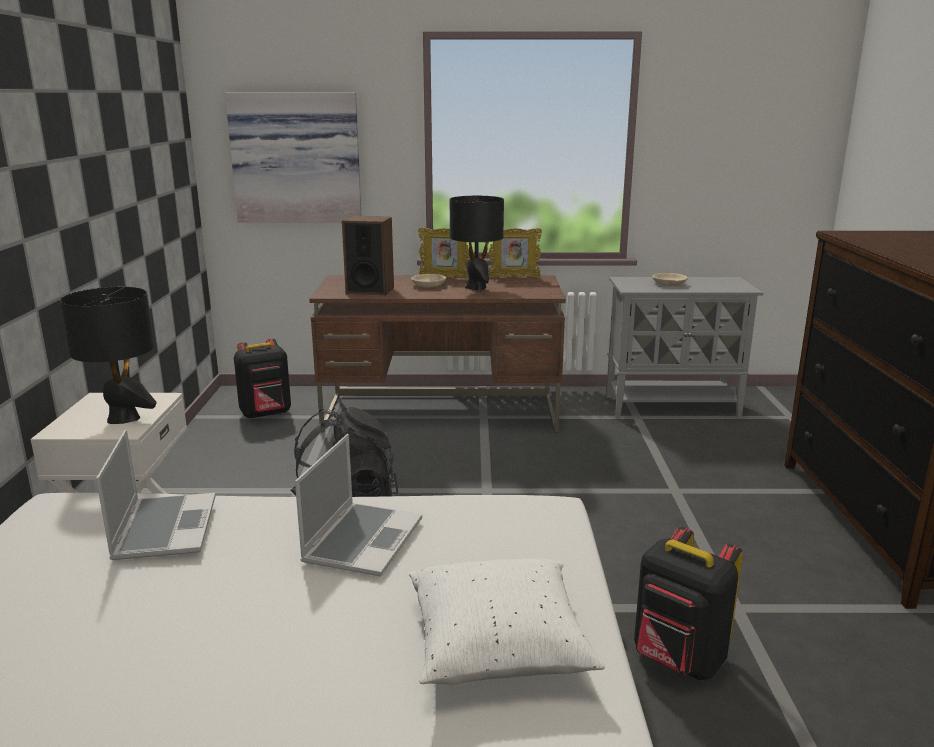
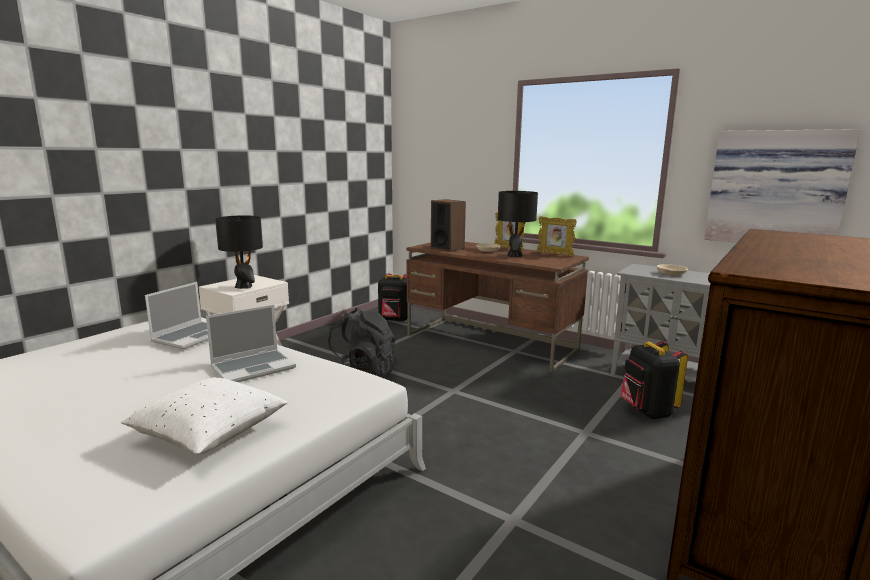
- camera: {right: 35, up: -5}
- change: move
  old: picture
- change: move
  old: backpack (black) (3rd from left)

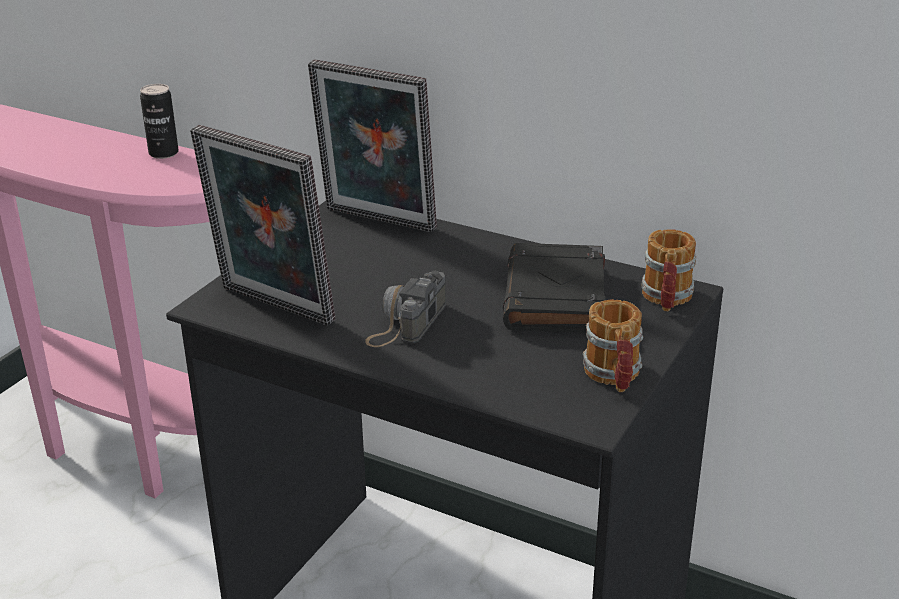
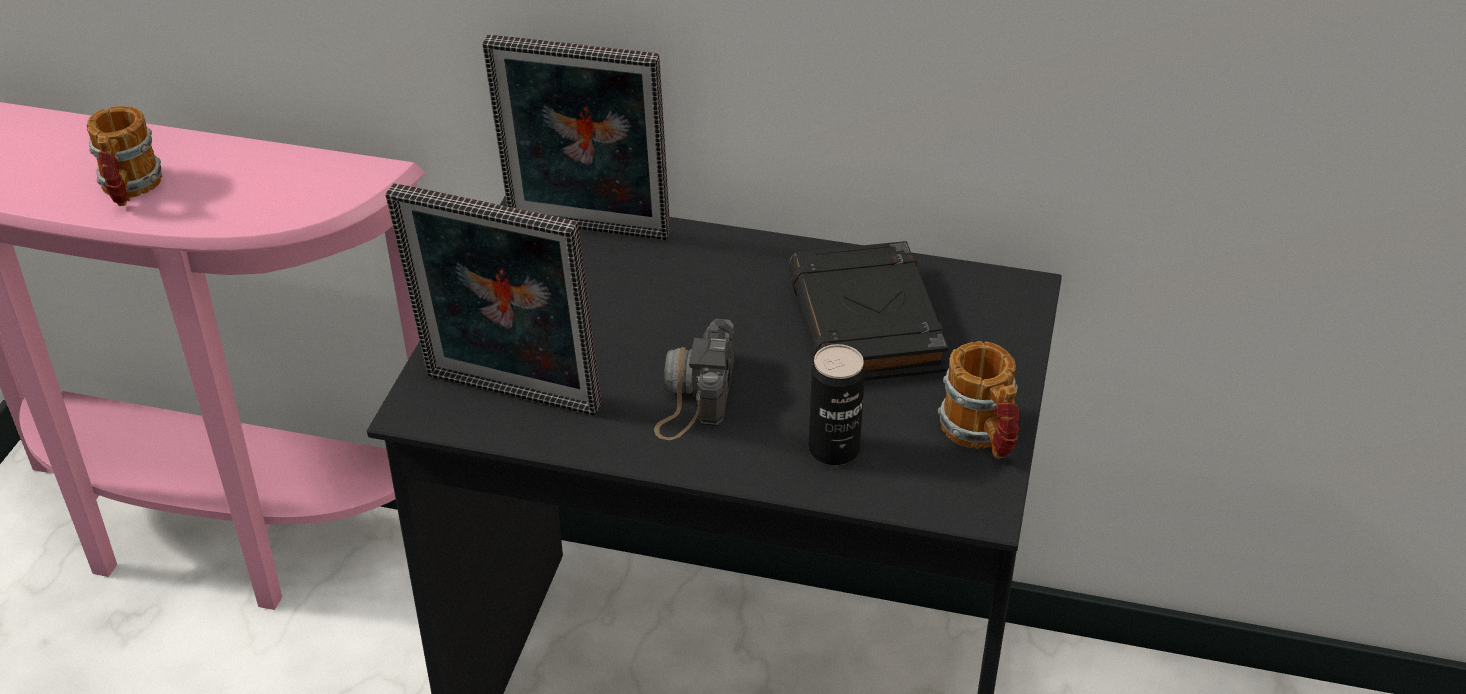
- camera: {right: -15, up: 10}
- change: move
  old: can
- change: move
  old: mug (2nd from left in the first image)
  new: mug (1st from left)

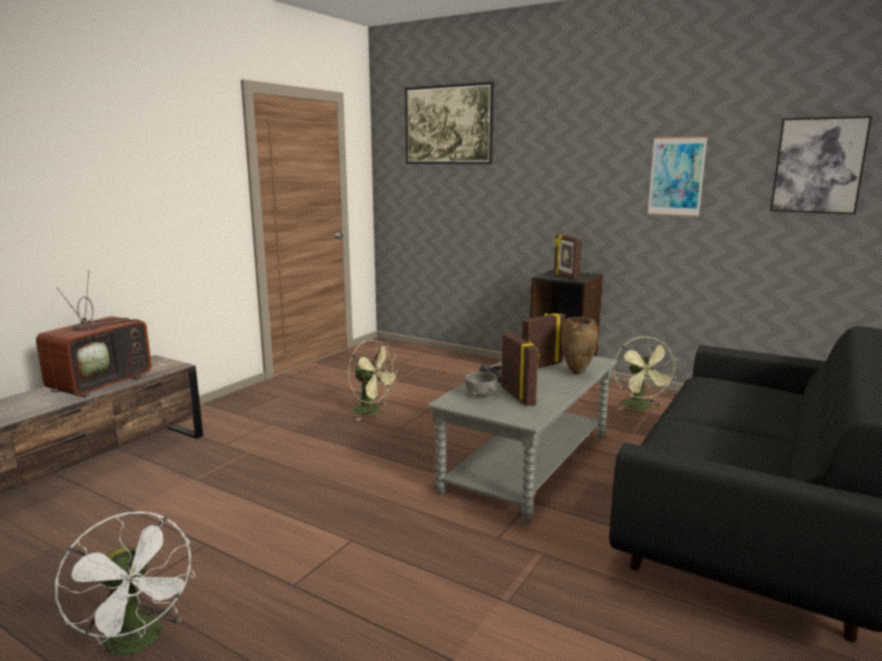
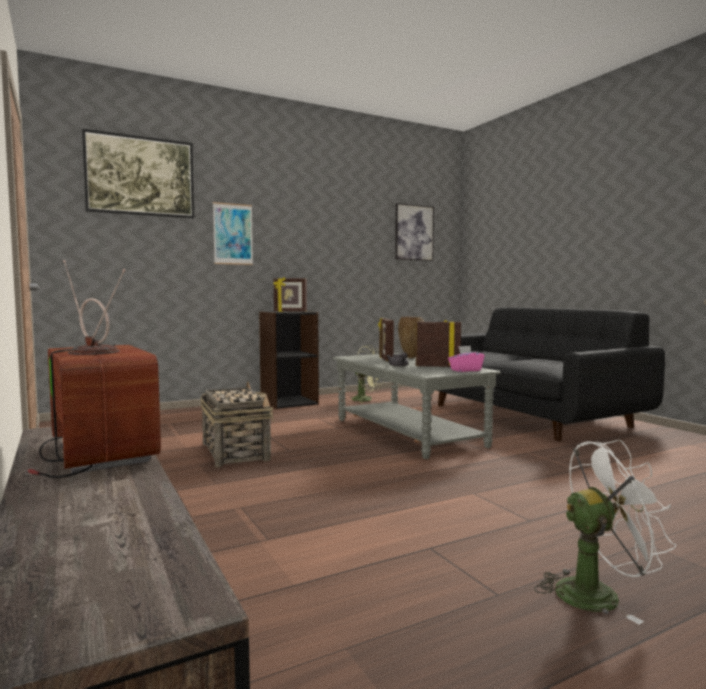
- camera: {right: -60, up: -10}
- change: delete
  old: bowl (grey)
- change: insert
  new: tissue box (pink)
- change: move
  old: picture (2nd from left)
- change: replace
  old: fan (green) (1st from left)
  new: basket

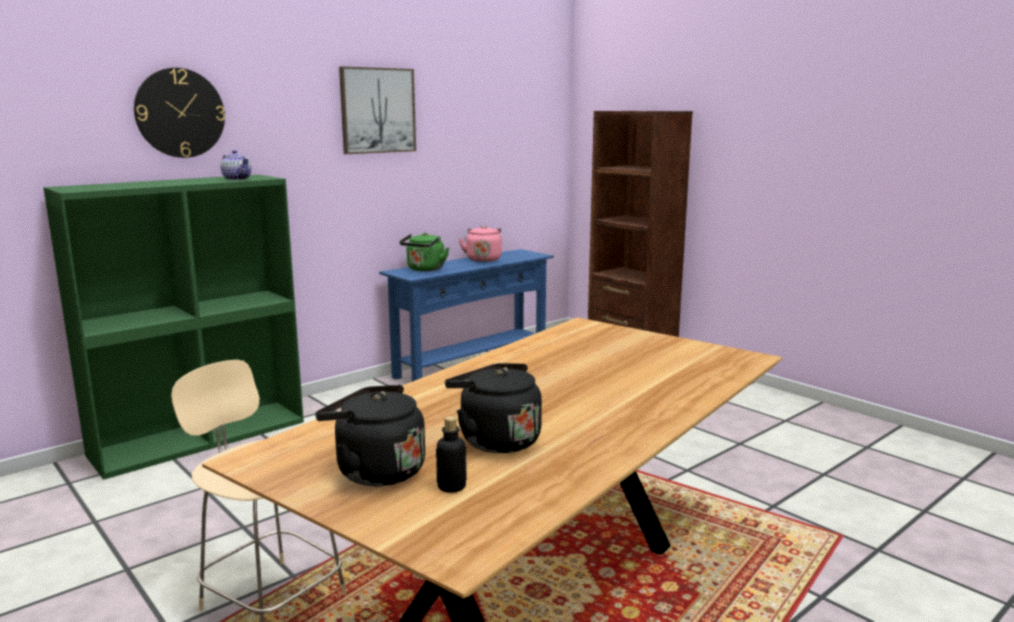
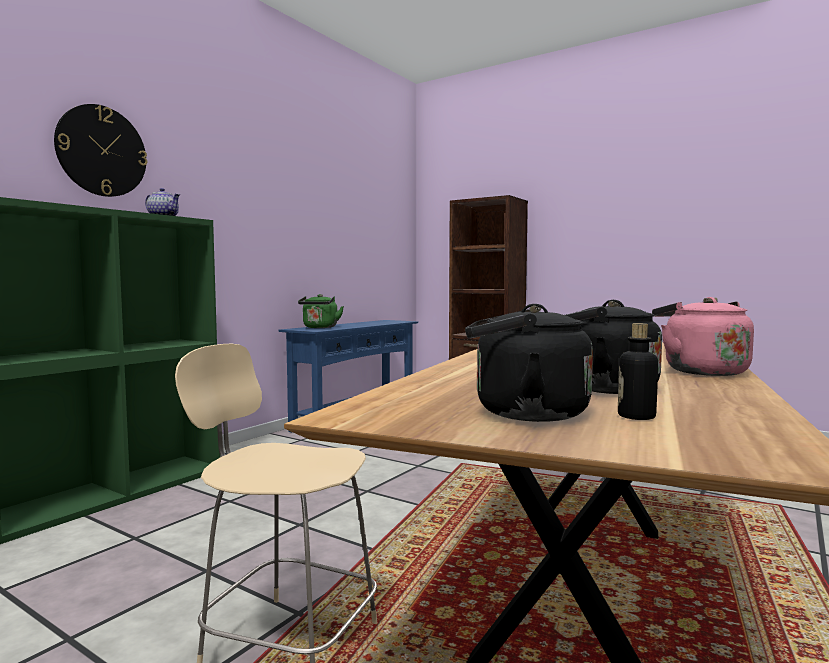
- camera: {right: -15, up: -10}
- change: delete
  old: picture
- change: move
  old: kettle (pink)

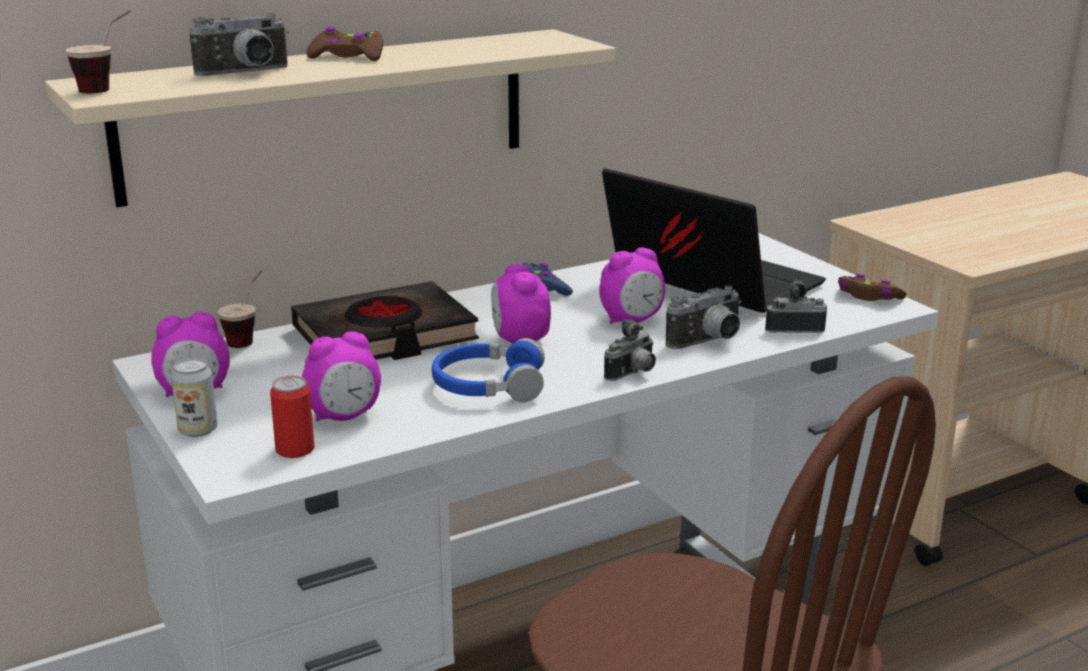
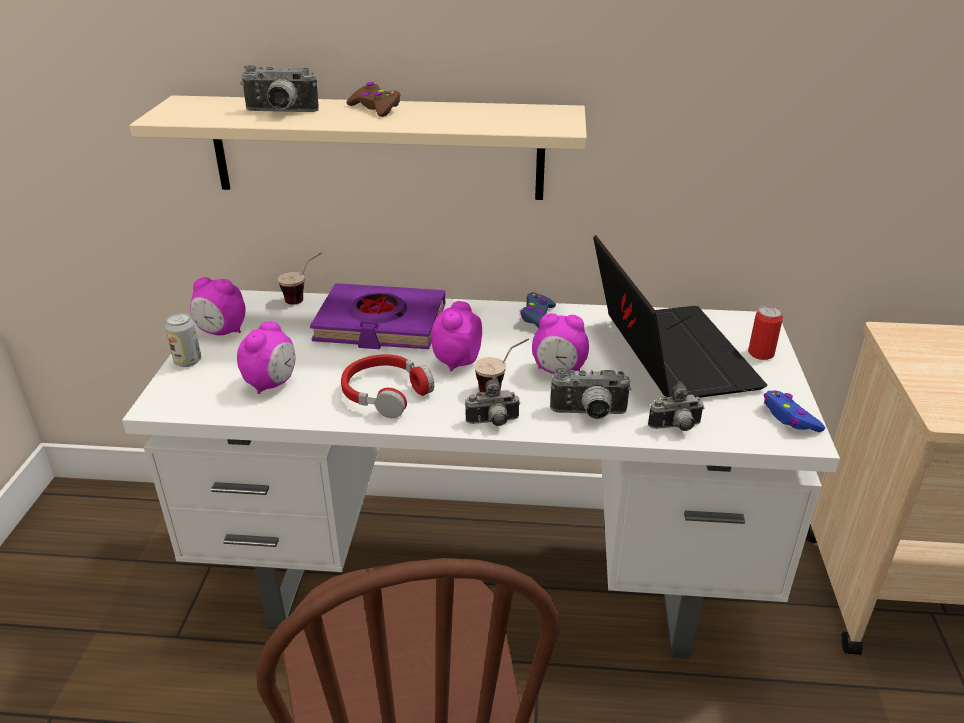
- camera: {right: 35, up: 10}
- change: move
  old: cup (1st from left in the first image)
  new: cup (2nd from left)
- change: move
  old: can (2nd from left)
- change: recolor
  old: book (black)
  new: book (purple)
- change: recolor
  old: headphones (blue)
  new: headphones (red)
- change: recolor
  old: game controller (brown) (2nd from left)
  new: game controller (blue) (2nd from left)
- change: rotate
  old: alarm clock (2nd from left)
  degrees: -75
- change: rotate
  old: photo camera (4th from left)
  degrees: 135

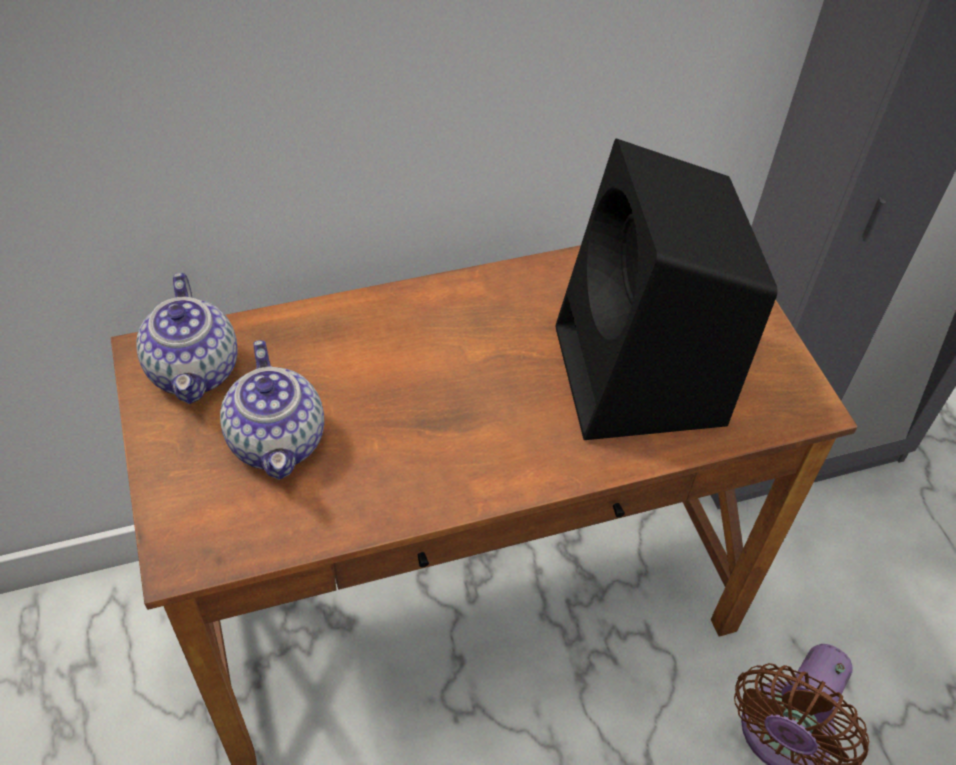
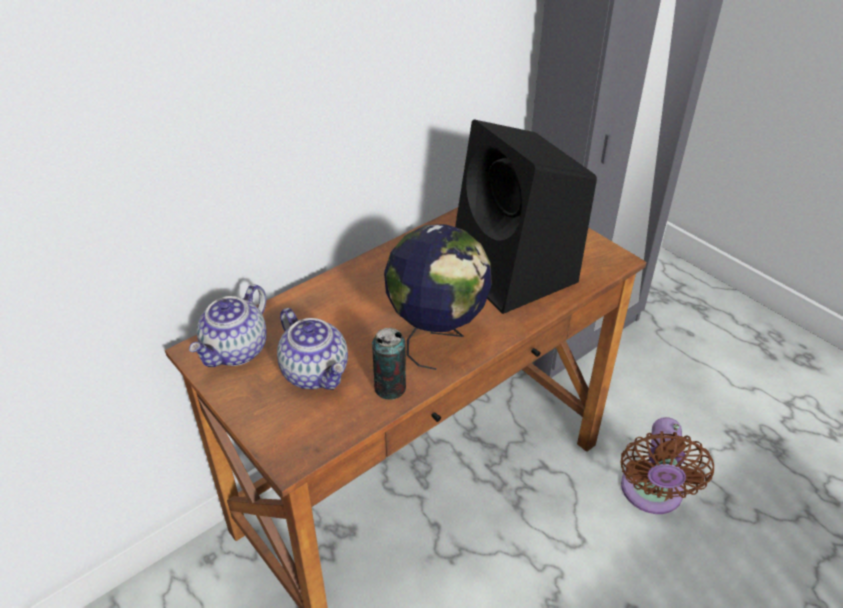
- camera: {right: -20, up: -10}
- change: insert
  new: can
- change: insert
  new: globe
- change: rotate
  old: teapot (1st from left)
  degrees: 60

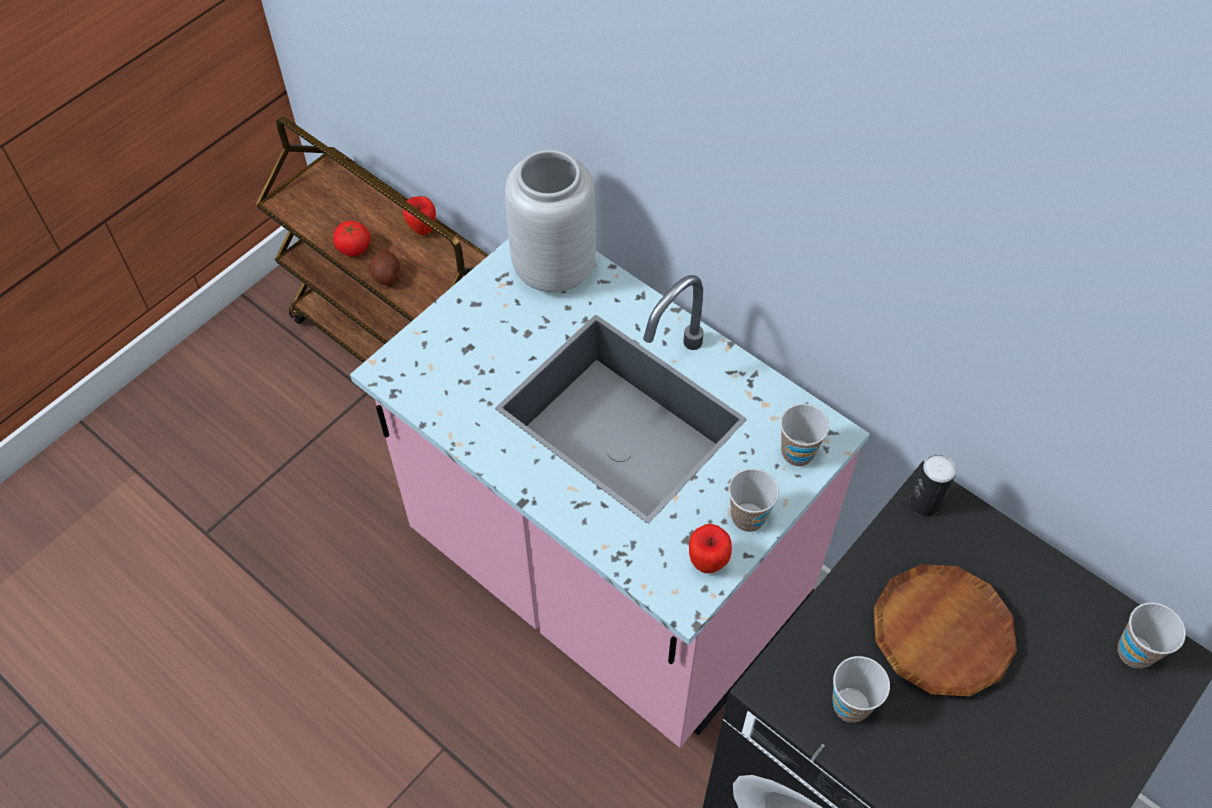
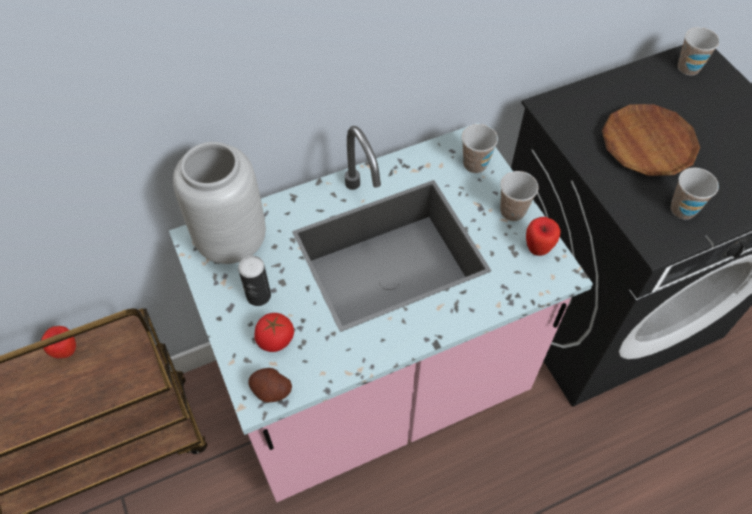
- camera: {right: -65, up: 0}
- change: move
  old: tomato
- change: move
  old: potato
- change: move
  old: can

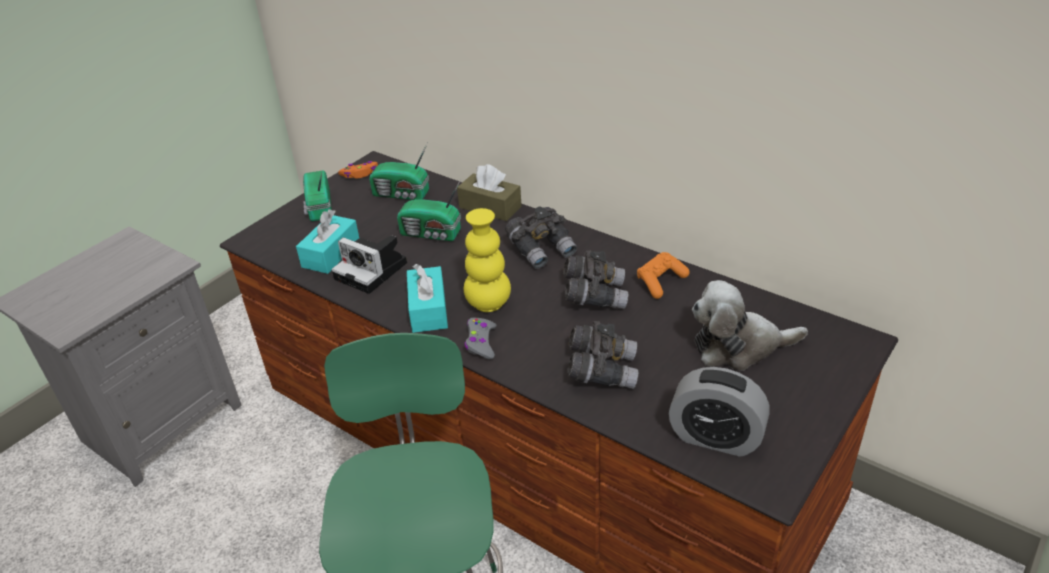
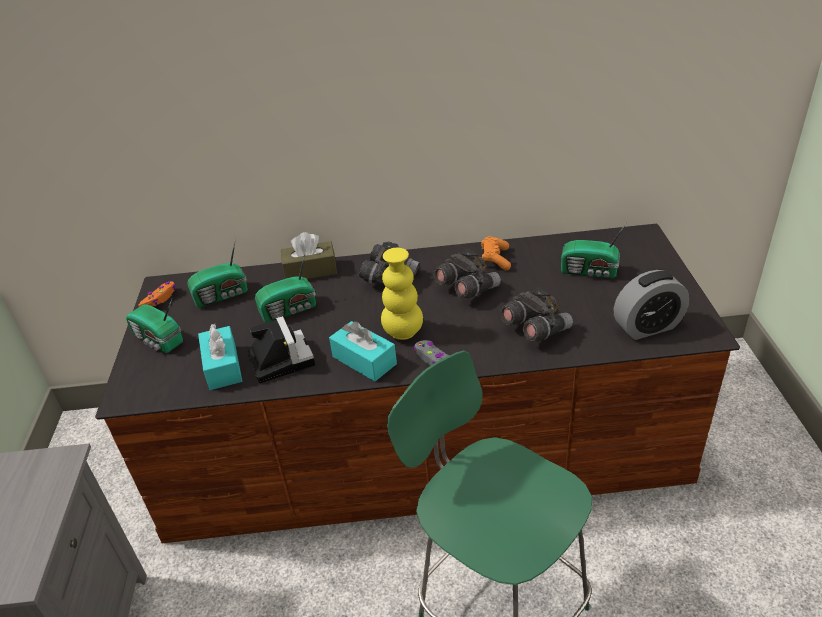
- camera: {right: -40, up: 0}
- change: replace
  old: plush toy
  new: radio (4th from left)
- change: rotate
  old: photo camera
  degrees: -105

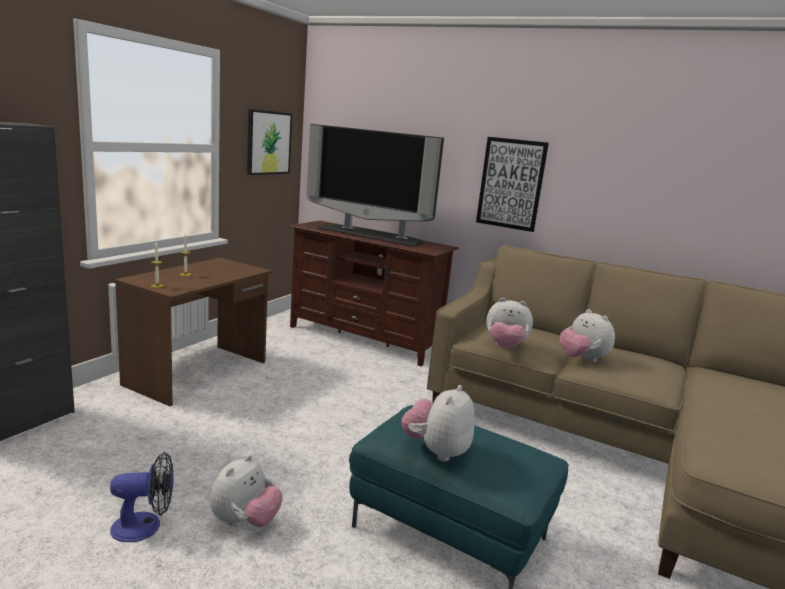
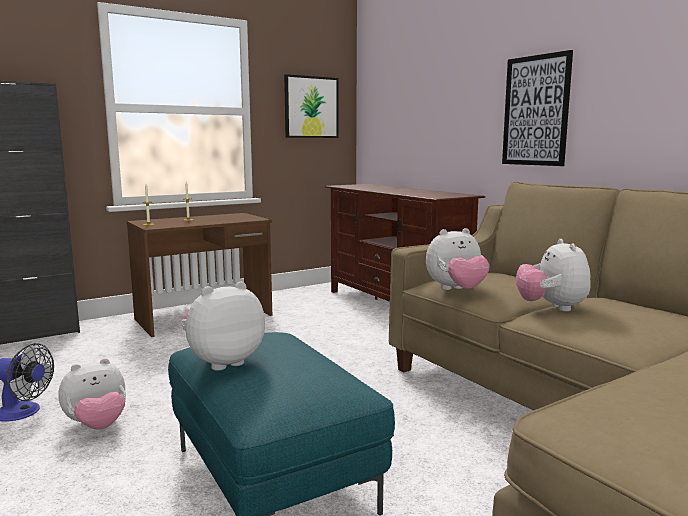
- camera: {right: 30, up: -5}
- change: delete
  old: television
- change: rotate
  old: plush toy (3rd from left)
  degrees: -60

